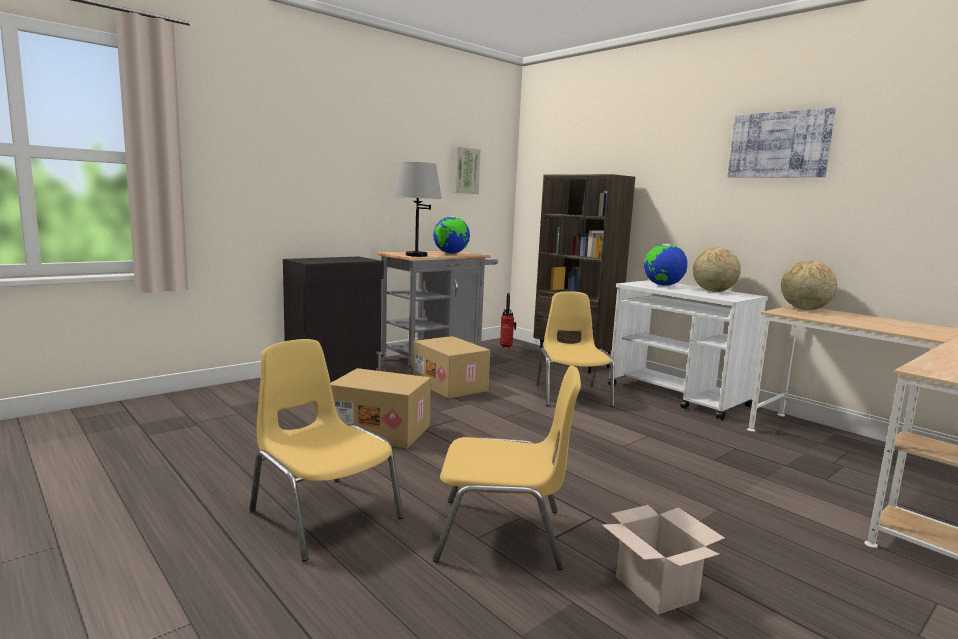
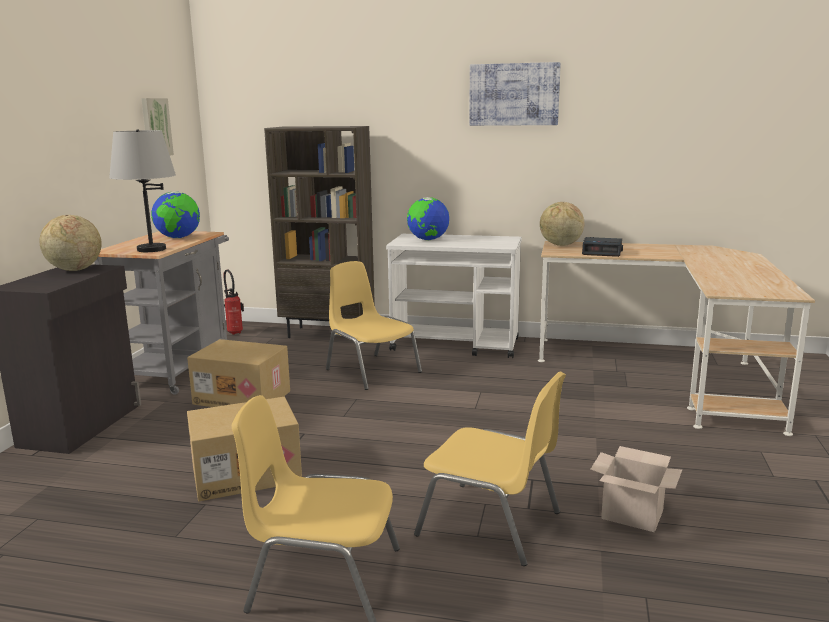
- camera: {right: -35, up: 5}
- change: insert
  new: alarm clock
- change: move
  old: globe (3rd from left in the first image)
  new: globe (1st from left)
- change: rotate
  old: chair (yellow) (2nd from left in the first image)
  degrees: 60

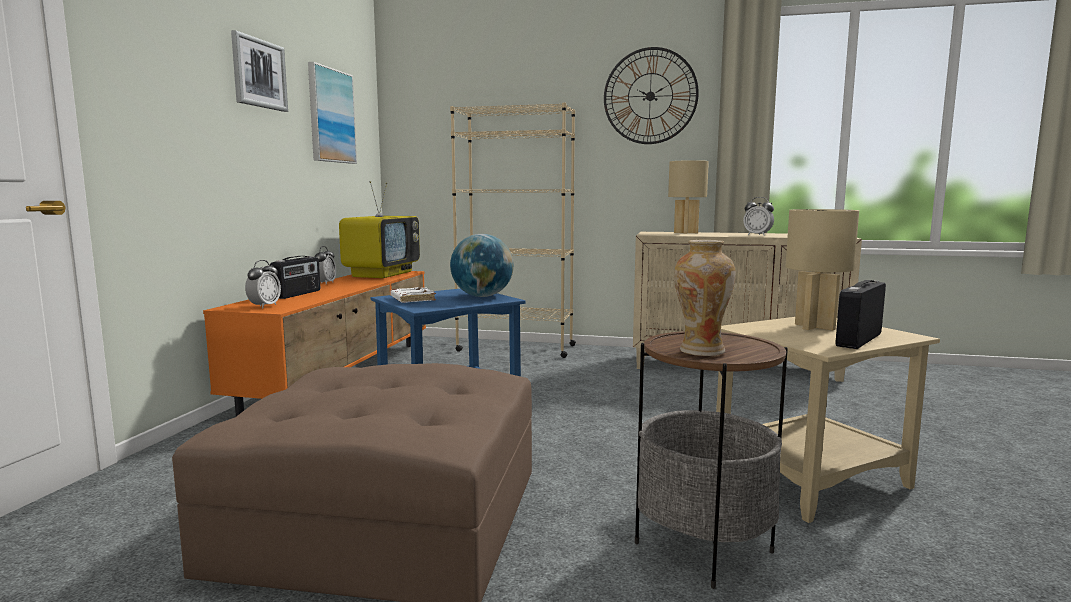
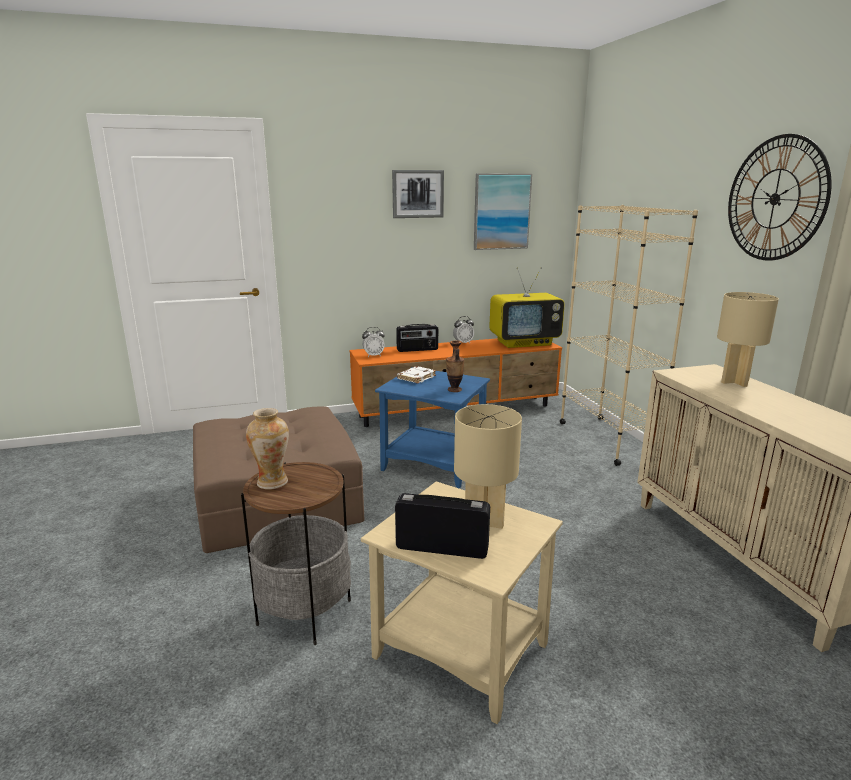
- camera: {right: 60, up: 10}
- change: delete
  old: alarm clock (3rd from left)
- change: replace
  old: globe
  new: vase (2nd from left)

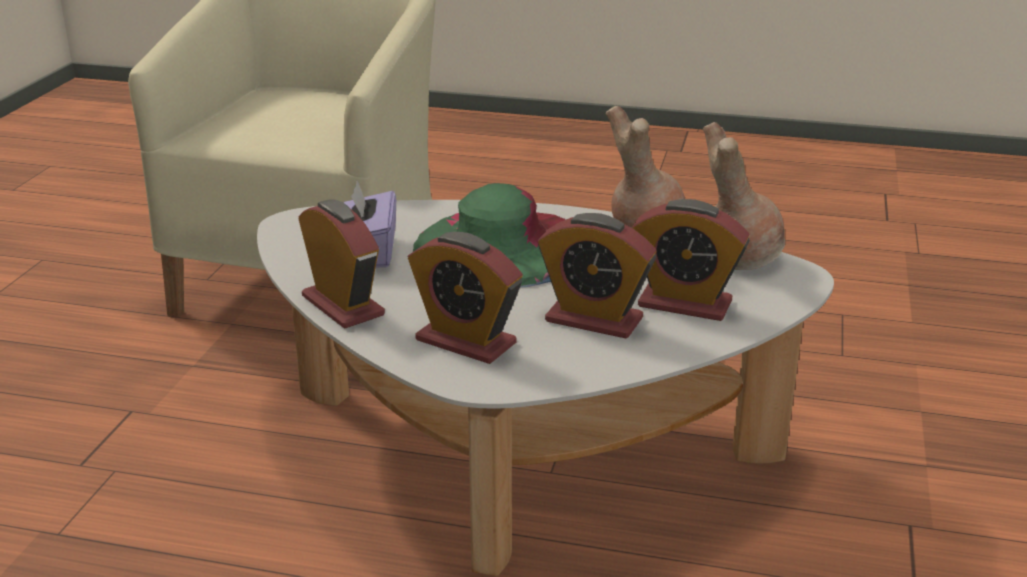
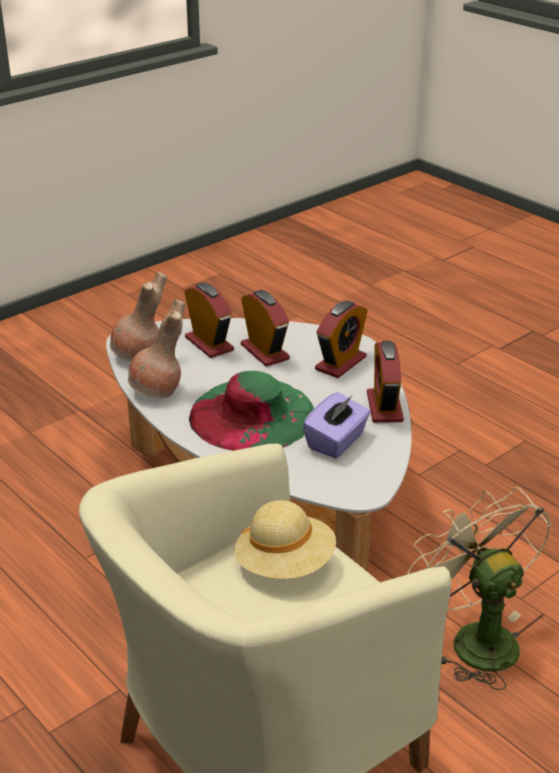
- camera: {right: -145, up: 5}
- change: insert
  new: hat (beige)
- change: insert
  new: fan (beige)
- change: rotate
  old: alarm clock (2nd from left in the first image)
  degrees: 60

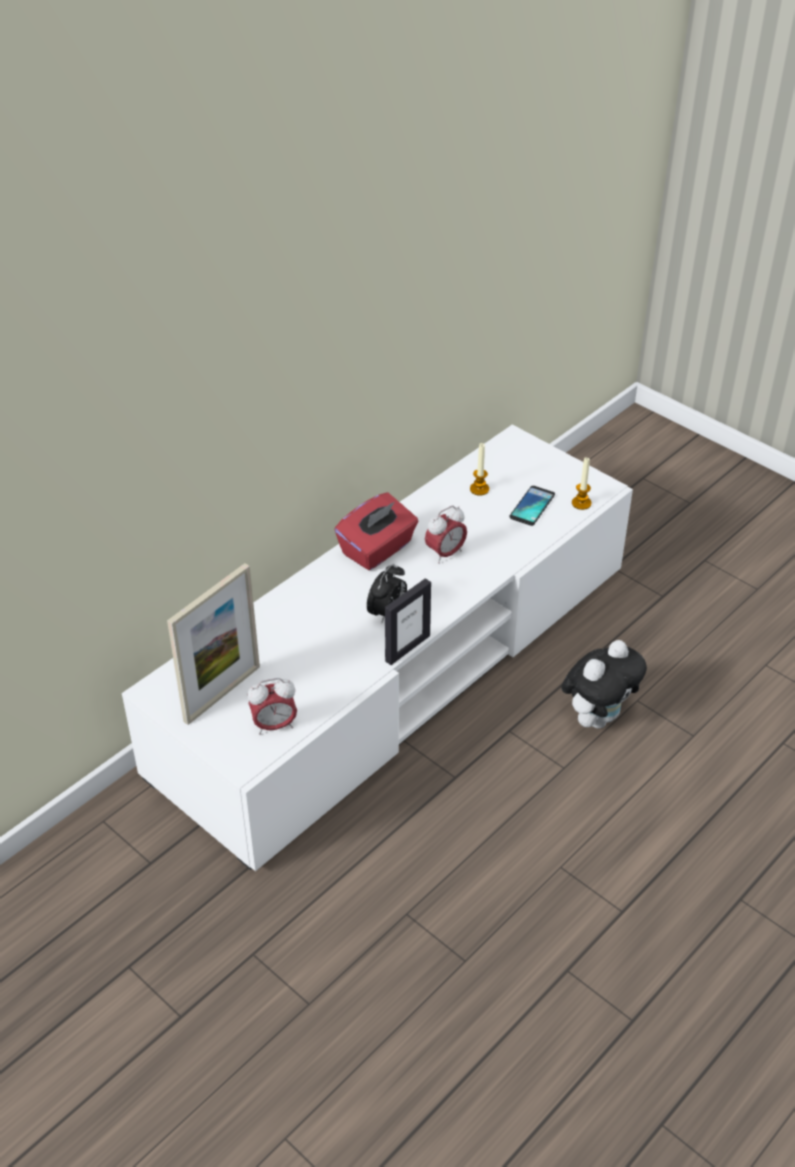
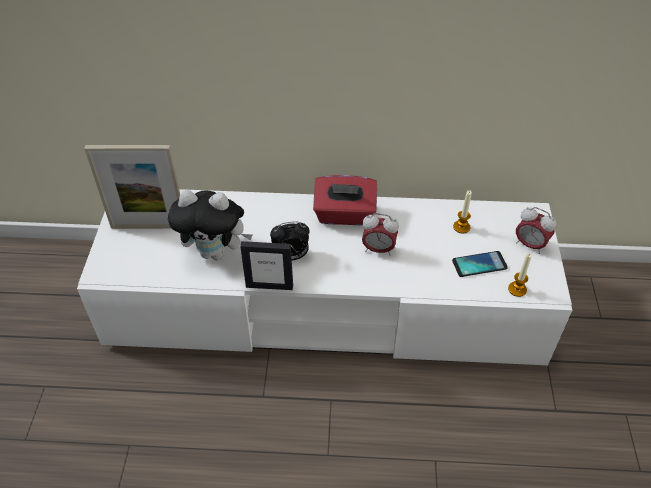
- camera: {right: 50, up: 5}
- change: move
  old: alarm clock (1st from left in the first image)
  new: alarm clock (3rd from left)
- change: move
  old: plush toy

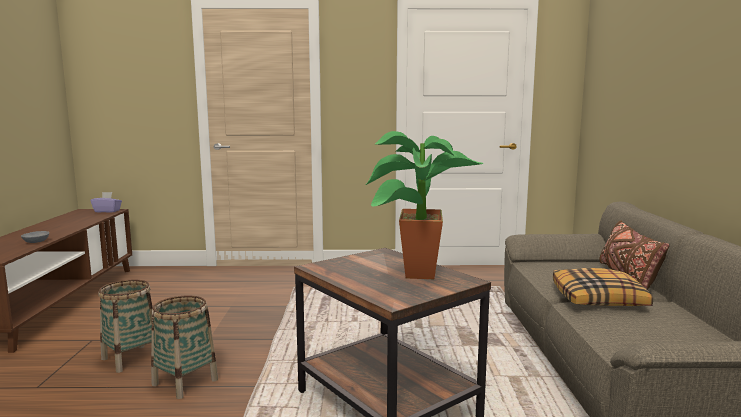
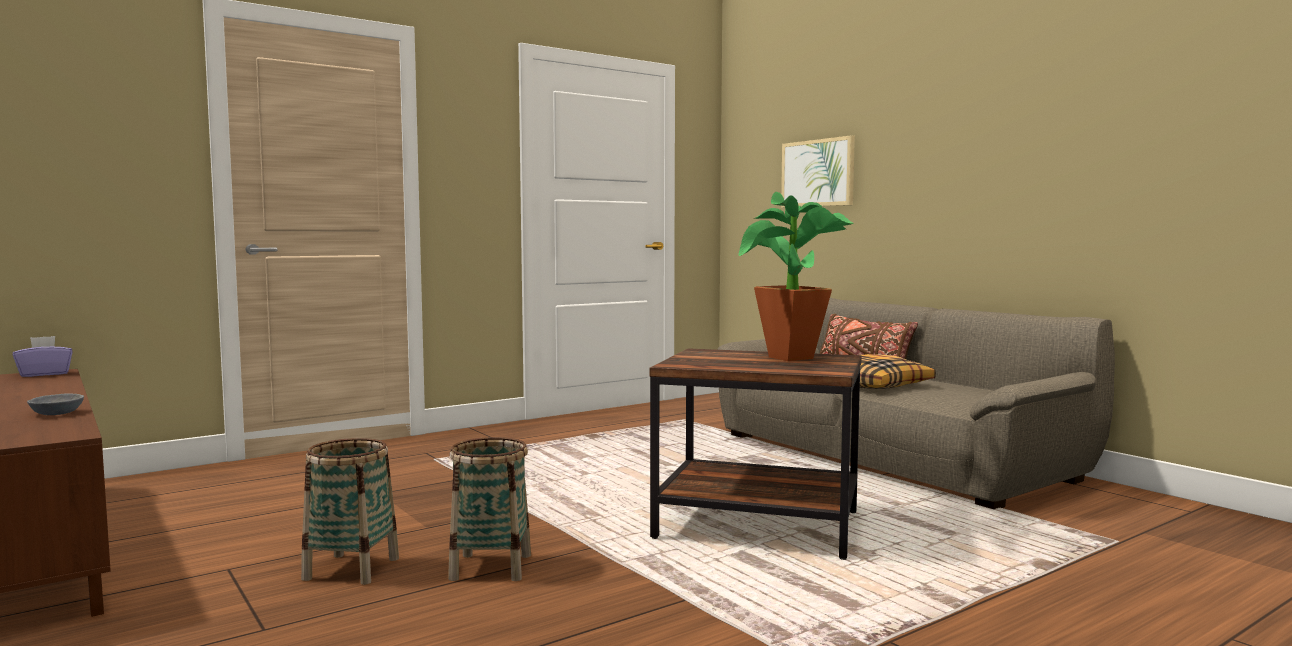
- camera: {right: -35, up: -5}
- change: insert
  new: picture

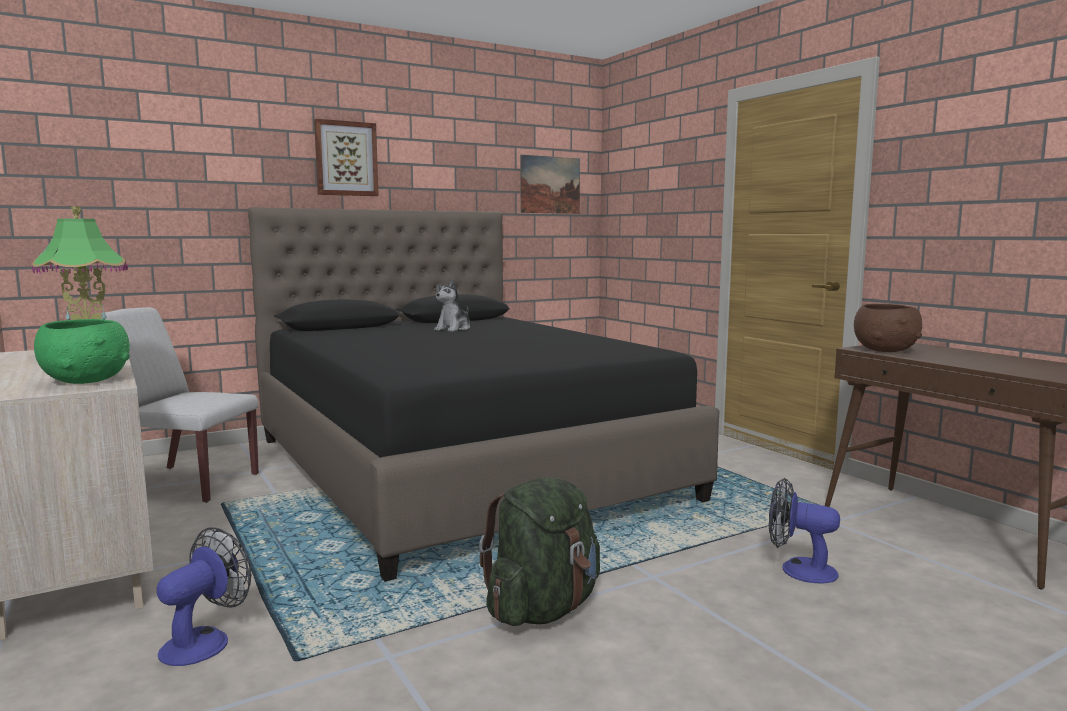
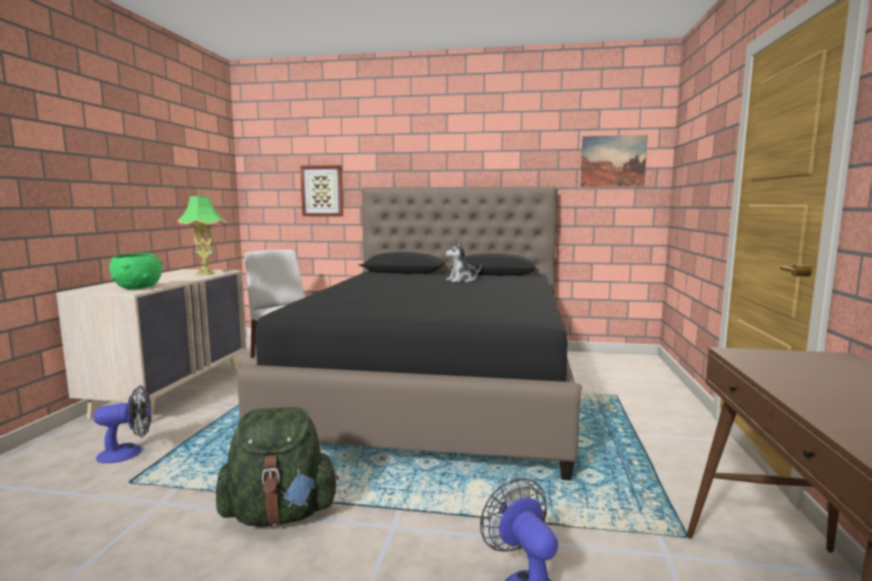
- camera: {right: 40, up: 0}
- change: delete
  old: bowl (brown)
- change: move
  old: picture (1st from left)

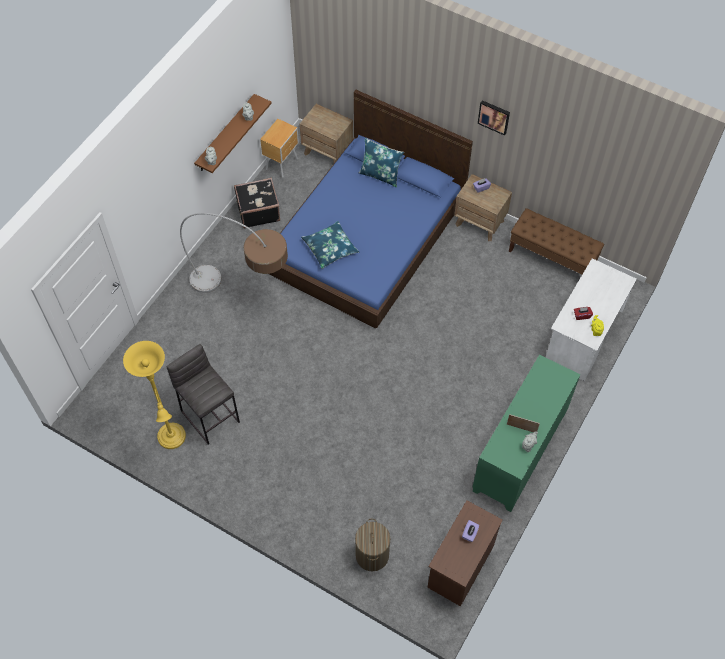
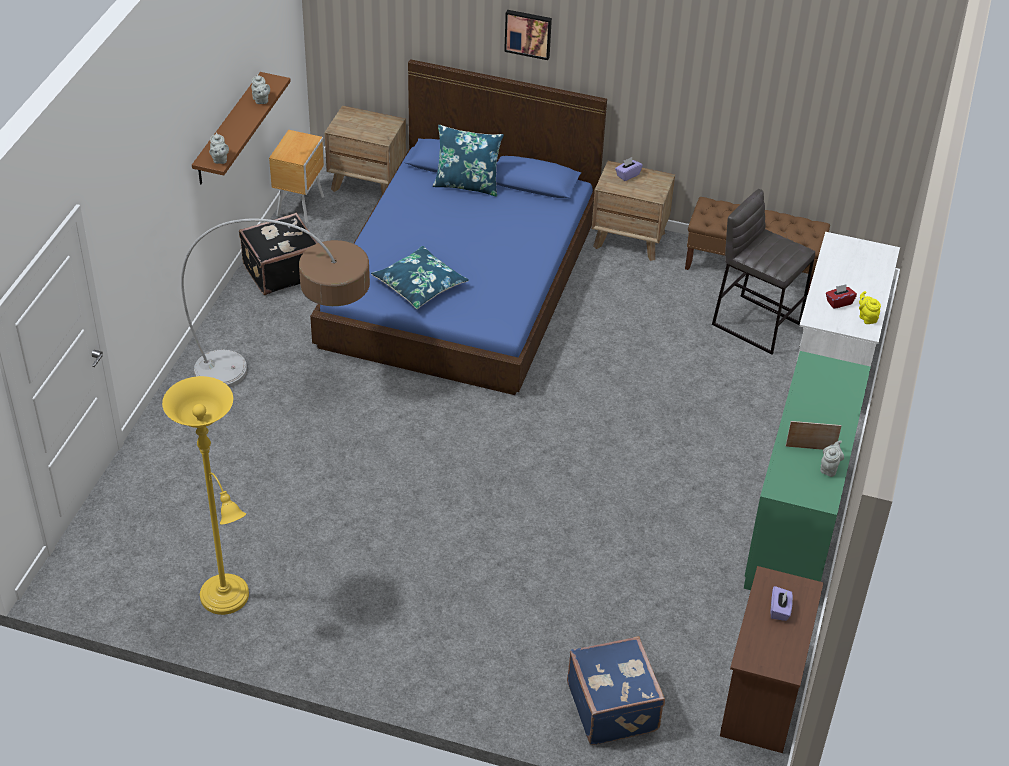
- camera: {right: -15, up: -15}
- change: move
  old: stool (grey)
- change: move
  old: picture
- change: replace
  old: laundry basket
  new: suitcase (blue)

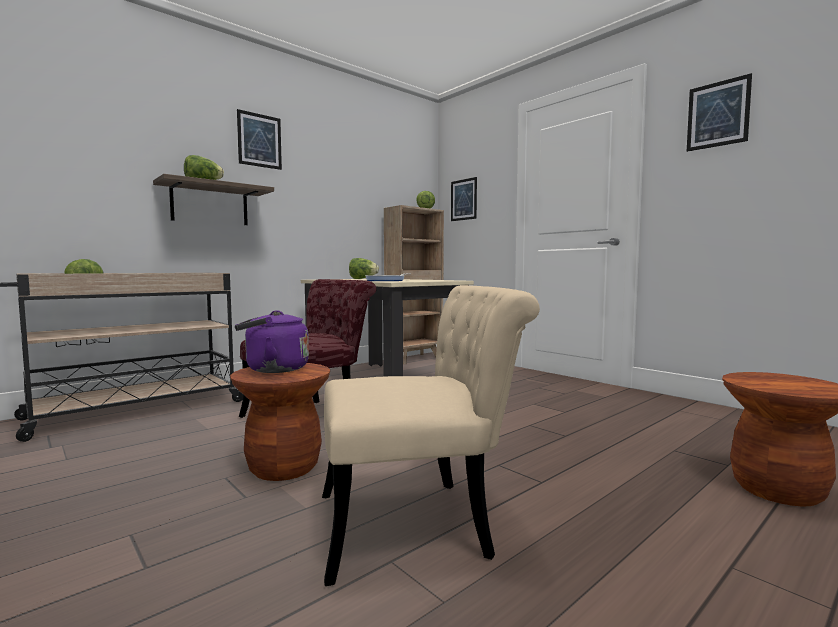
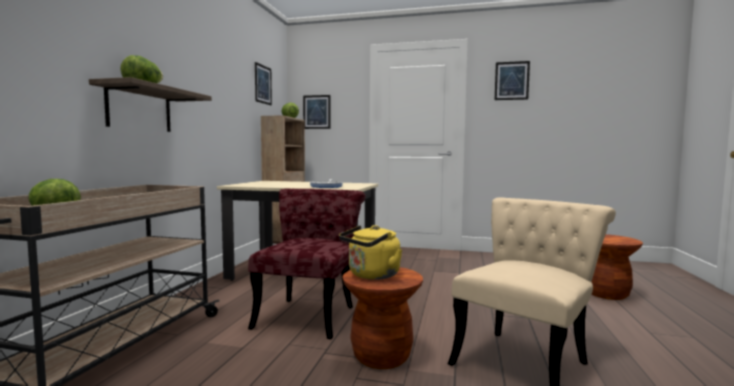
- camera: {right: -35, up: 0}
- change: delete
  old: lettuce (3rd from left)
- change: move
  old: picture (1st from left)
- change: recolor
  old: kettle (purple)
  new: kettle (yellow)

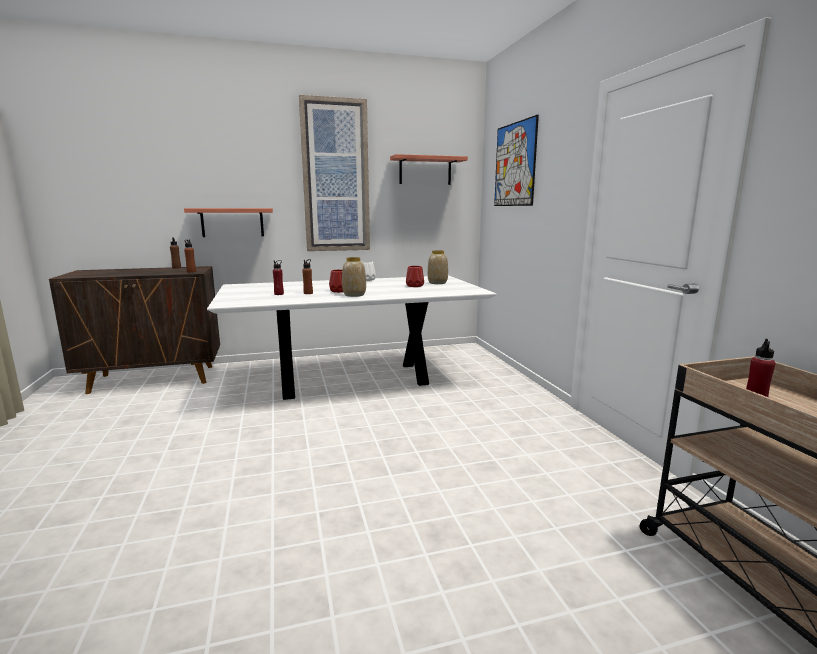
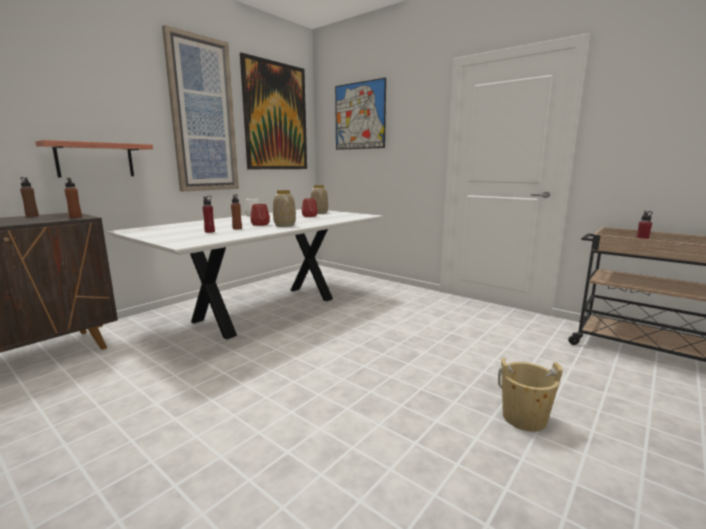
- camera: {right: -35, up: 0}
- change: insert
  new: bucket (beige)
- change: replace
  old: shelf (2nd from left)
  new: picture (2nd from left)

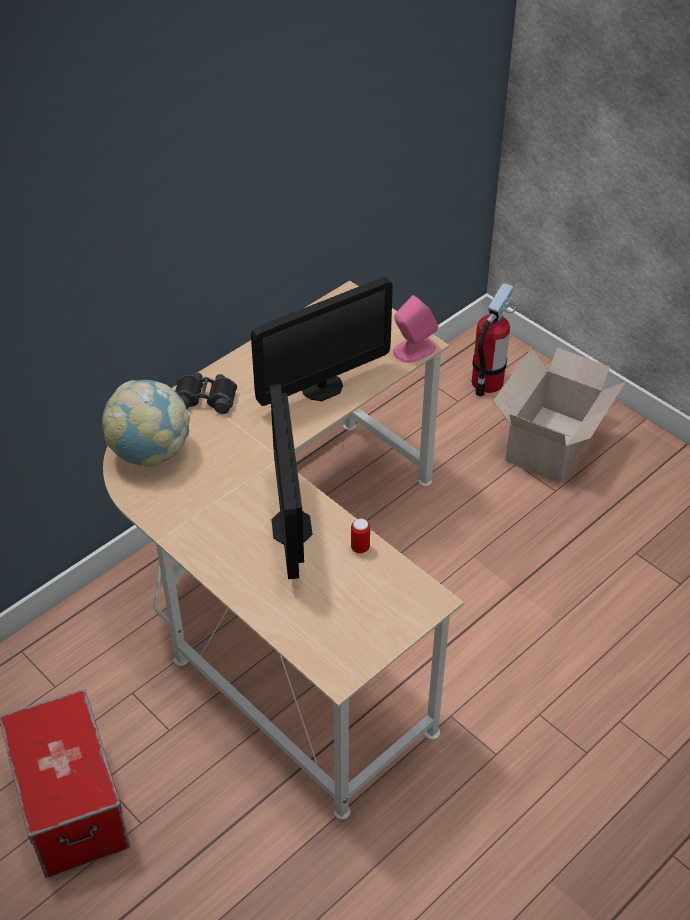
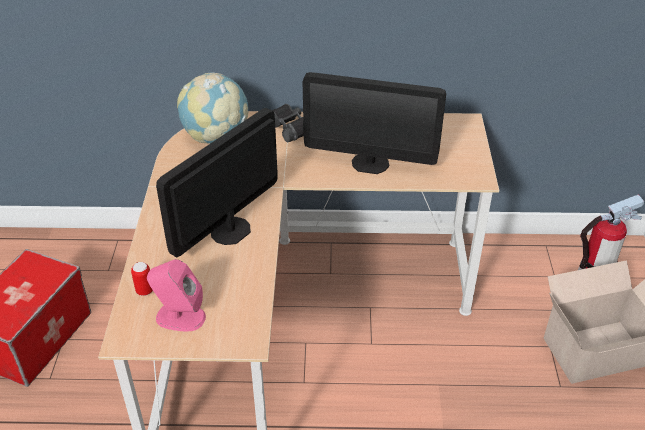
- camera: {right: 45, up: -5}
- change: move
  old: can
- change: move
  old: speaker (pink)

